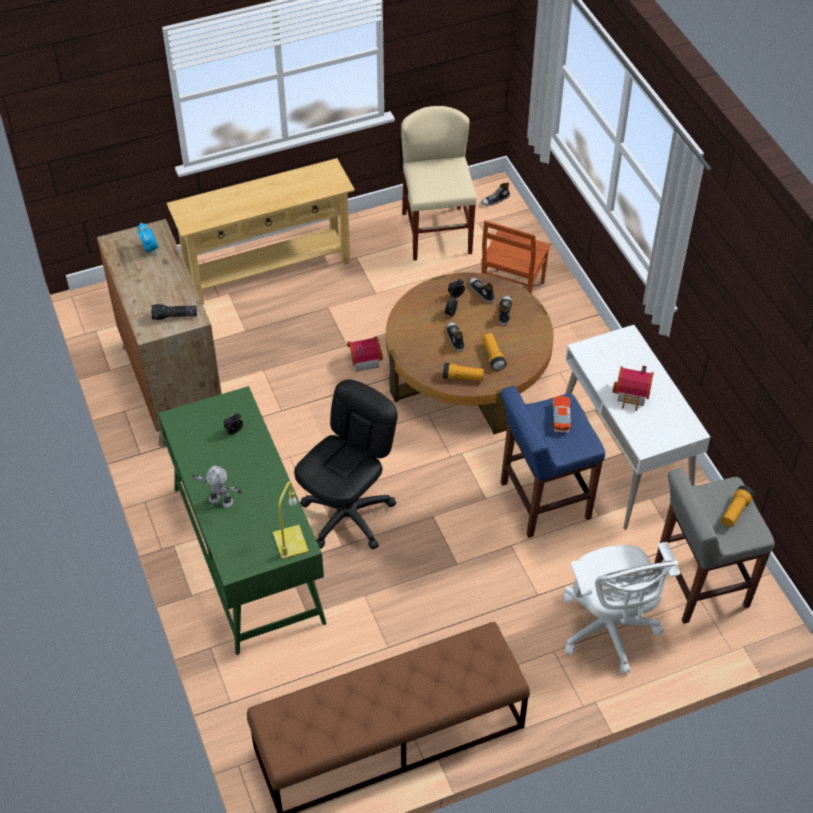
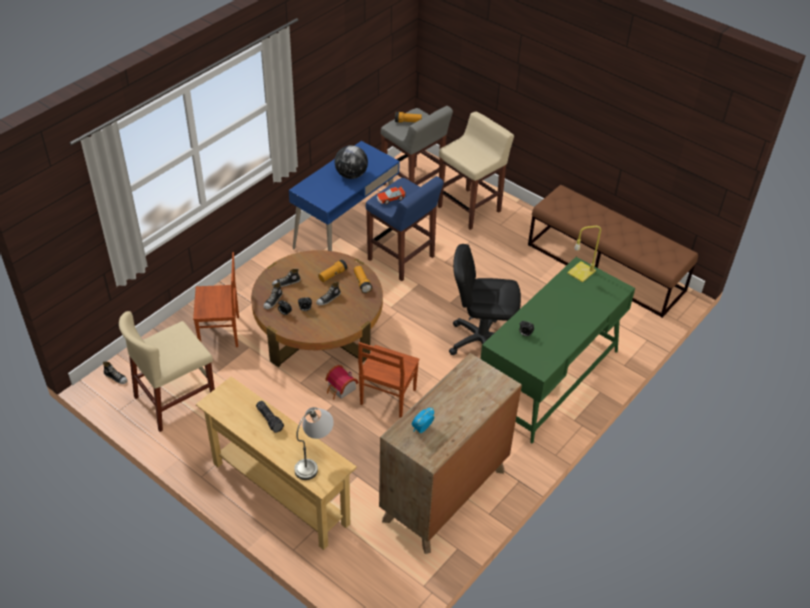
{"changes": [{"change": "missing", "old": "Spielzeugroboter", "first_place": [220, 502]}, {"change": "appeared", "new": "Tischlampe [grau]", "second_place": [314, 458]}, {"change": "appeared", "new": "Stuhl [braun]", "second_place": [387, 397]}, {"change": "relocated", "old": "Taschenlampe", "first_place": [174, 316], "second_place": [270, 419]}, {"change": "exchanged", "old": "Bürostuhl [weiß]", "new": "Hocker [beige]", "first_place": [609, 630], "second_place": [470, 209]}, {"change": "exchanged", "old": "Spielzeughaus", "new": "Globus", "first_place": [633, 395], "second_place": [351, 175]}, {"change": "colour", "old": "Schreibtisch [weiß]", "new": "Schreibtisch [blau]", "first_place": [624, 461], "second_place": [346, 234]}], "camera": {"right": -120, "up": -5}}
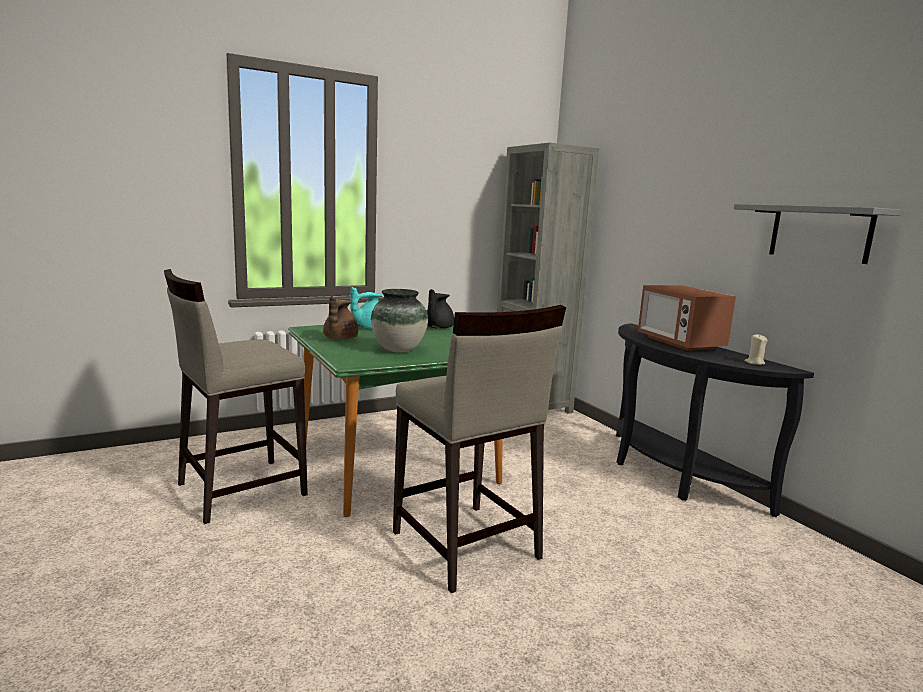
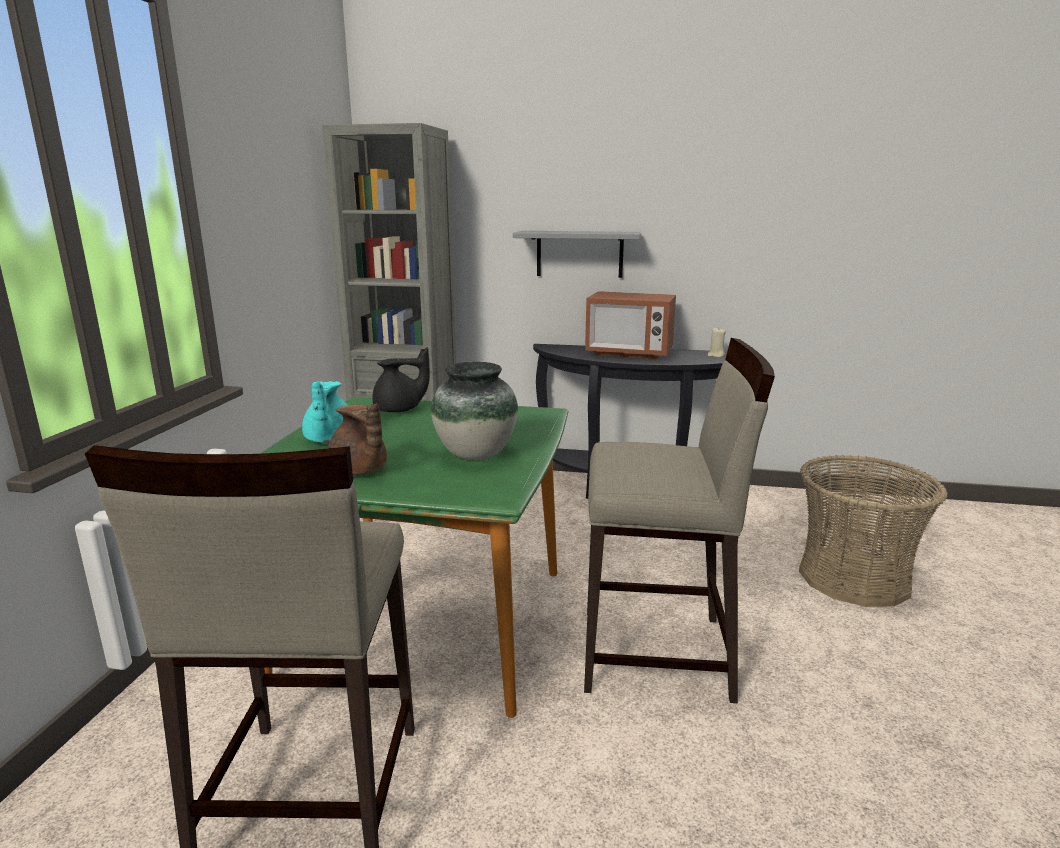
{"changes": [{"change": "appeared", "new": "Korb", "second_place": [854, 577]}, {"change": "relocated", "old": "Wandregal [grau]", "first_place": [820, 233], "second_place": [579, 254]}, {"change": "spun", "old": "Teekanne [schwarz]", "first_place": [437, 328], "second_place": [399, 409], "degrees": -75}], "camera": {"right": -50, "up": 5}}
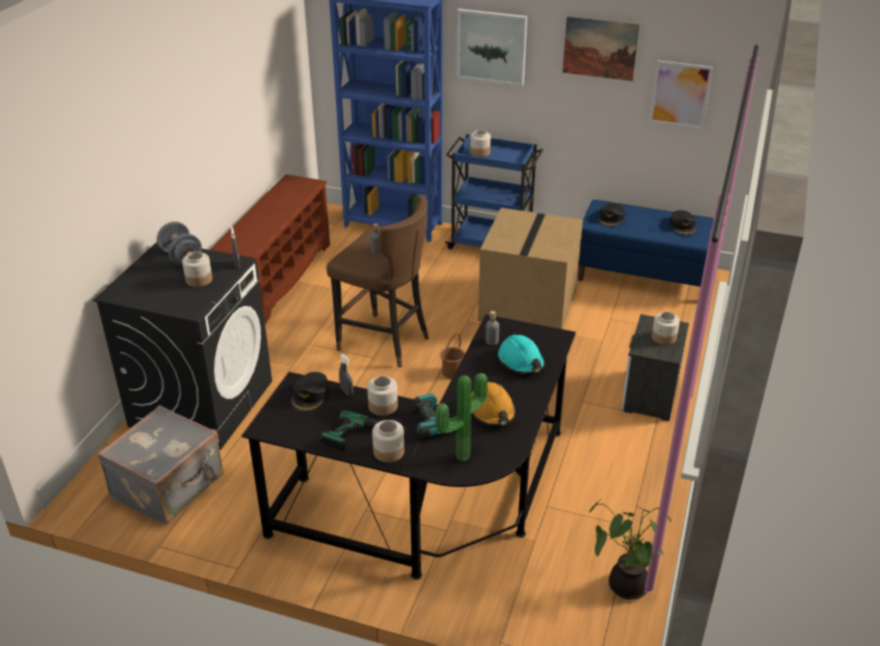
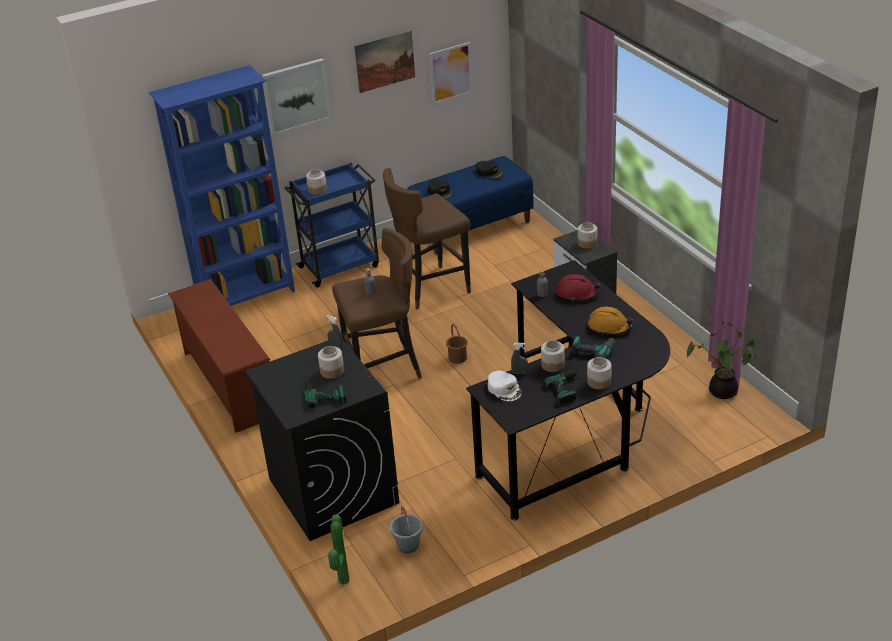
{"changes": [{"change": "missing", "old": "Hantel [grau]", "first_place": [181, 257]}, {"change": "appeared", "new": "Bohrmaschine", "second_place": [324, 392]}, {"change": "relocated", "old": "Topfpflanze", "first_place": [460, 455], "second_place": [341, 580]}, {"change": "exchanged", "old": "Koffer [grau]", "new": "Eimer [grau]", "first_place": [170, 487], "second_place": [408, 545]}, {"change": "exchanged", "old": "Karton", "new": "Hocker [braun]", "first_place": [527, 303], "second_place": [430, 288]}, {"change": "colour", "old": "Kappe [schwarz]", "new": "Kappe [weiß]", "first_place": [310, 395], "second_place": [504, 389]}, {"change": "colour", "old": "Schutzhelm [türkis]", "new": "Schutzhelm [rot]", "first_place": [521, 362], "second_place": [577, 293]}], "camera": {"right": -45, "up": 0}}
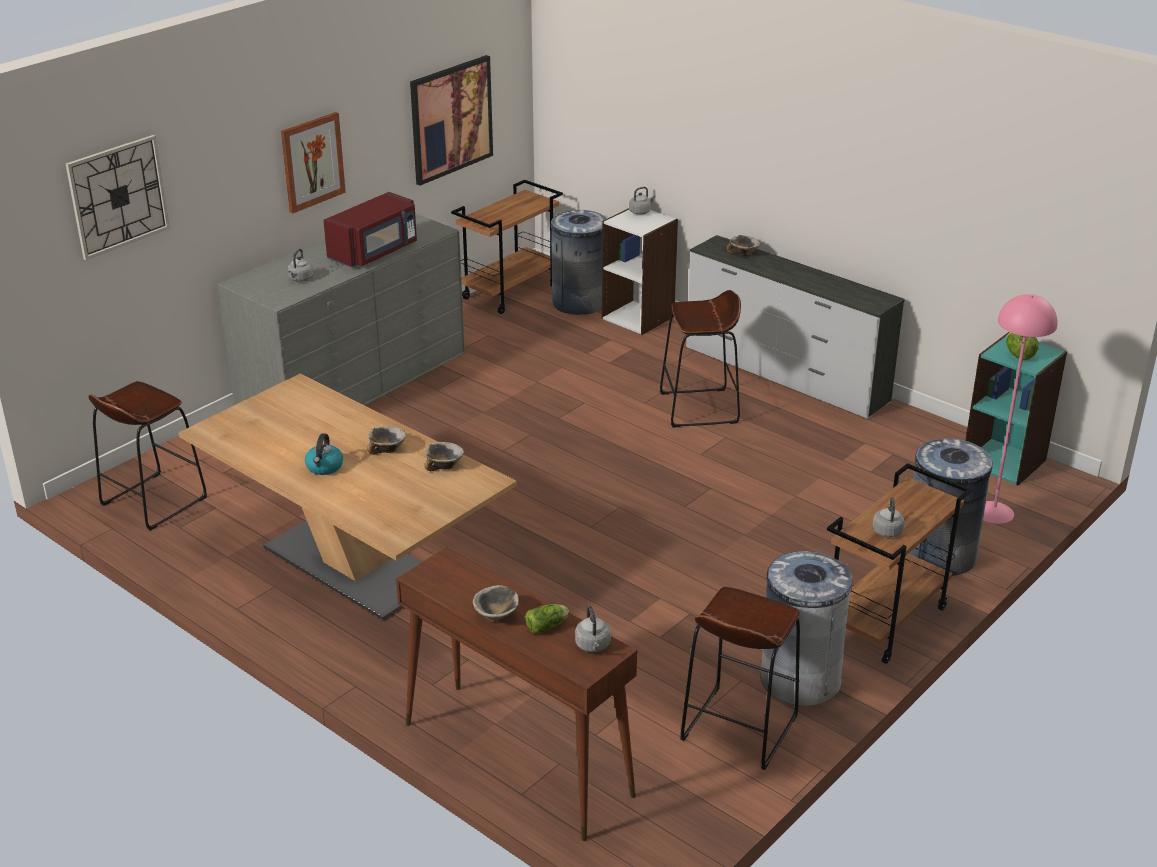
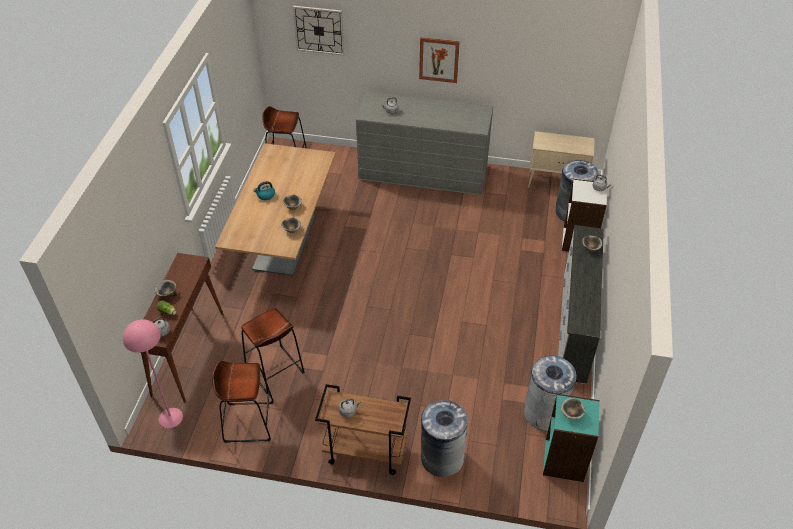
{"changes": [{"change": "missing", "old": "Mikrowelle [rot]", "first_place": [375, 252]}, {"change": "missing", "old": "Bild", "first_place": [451, 119]}, {"change": "relocated", "old": "Hocker [braun]", "first_place": [699, 408], "second_place": [274, 370]}, {"change": "relocated", "old": "Mülleimer [grau]", "first_place": [800, 679], "second_place": [544, 413]}, {"change": "relocated", "old": "Stehlampe [rosa]", "first_place": [994, 512], "second_place": [170, 418]}, {"change": "exchanged", "old": "Rollwagen [braun]", "new": "Schrank [beige]", "first_place": [510, 292], "second_place": [557, 183]}, {"change": "exchanged", "old": "Salatkopf", "new": "Schüssel", "first_place": [1019, 355], "second_place": [571, 413]}], "camera": {"right": 60, "up": 15}}
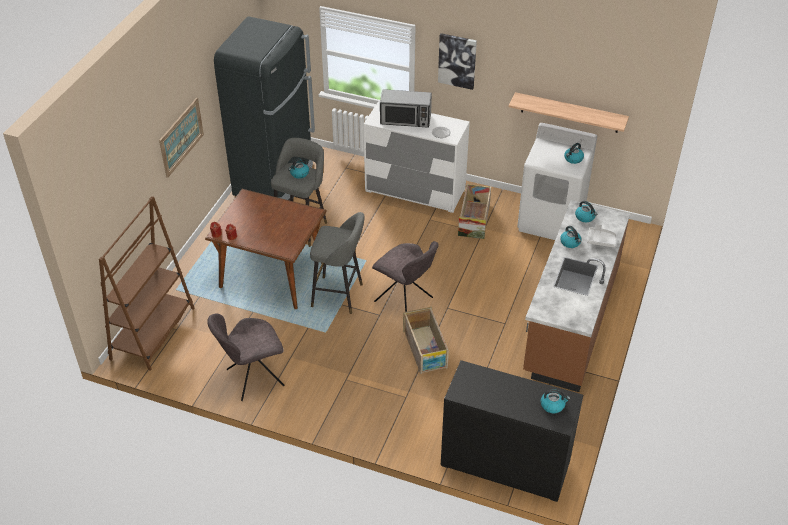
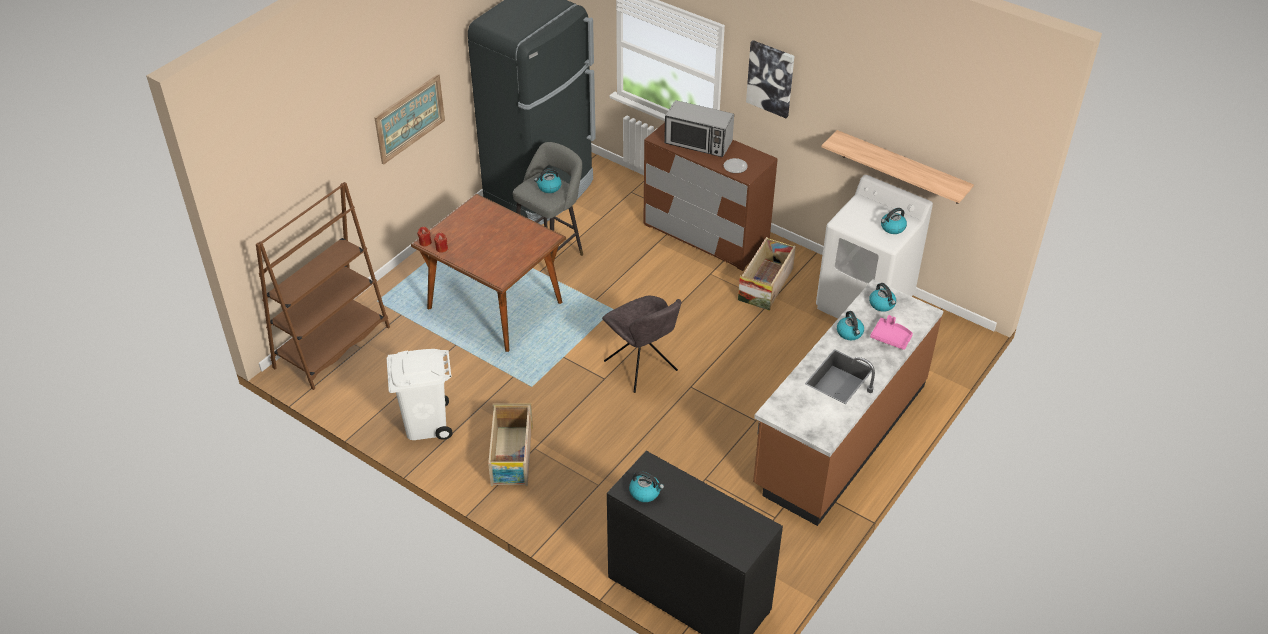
{"changes": [{"change": "missing", "old": "Hocker [grau]", "first_place": [340, 296]}, {"change": "relocated", "old": "Kiste", "first_place": [425, 350], "second_place": [511, 457]}, {"change": "relocated", "old": "Wasserkessel", "first_place": [553, 405], "second_place": [645, 492]}, {"change": "exchanged", "old": "Stuhl [grau]", "new": "Mülleimer [weiß]", "first_place": [252, 378], "second_place": [426, 423]}, {"change": "colour", "old": "Kommode [weiß]", "new": "Kommode [braun]", "first_place": [415, 190], "second_place": [705, 235]}, {"change": "colour", "old": "Tablett [grau]", "new": "Tablett [rosa]", "first_place": [601, 240], "second_place": [891, 337]}], "camera": {"right": 15, "up": 0}}
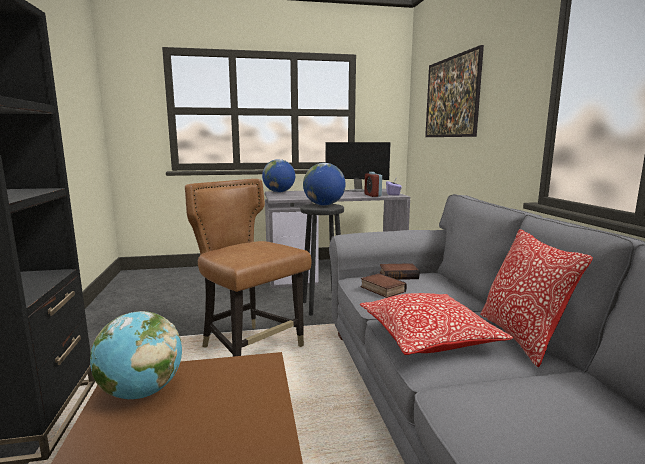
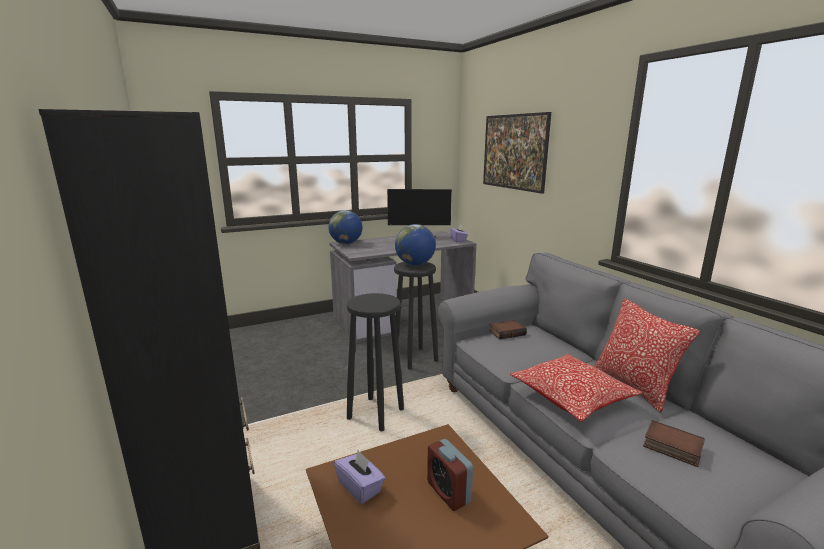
{"changes": [{"change": "relocated", "old": "Buch", "first_place": [381, 289], "second_place": [671, 447]}, {"change": "relocated", "old": "Wecker", "first_place": [372, 195], "second_place": [448, 492]}, {"change": "exchanged", "old": "Globus", "new": "Taschentuchbox [lila]", "first_place": [141, 392], "second_place": [360, 487]}, {"change": "exchanged", "old": "Stuhl [braun]", "new": "Hocker [schwarz]", "first_place": [250, 348], "second_place": [376, 413]}], "camera": {"right": -15, "up": 5}}
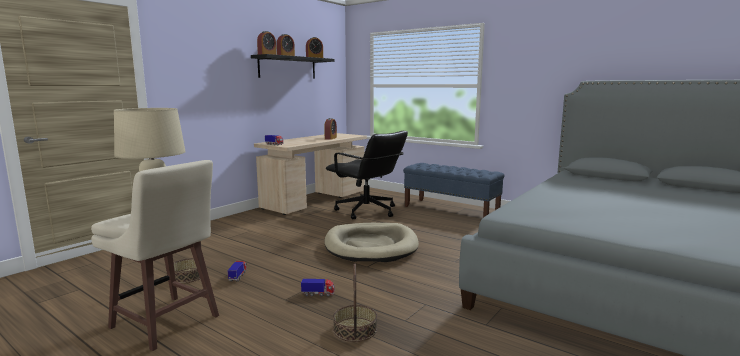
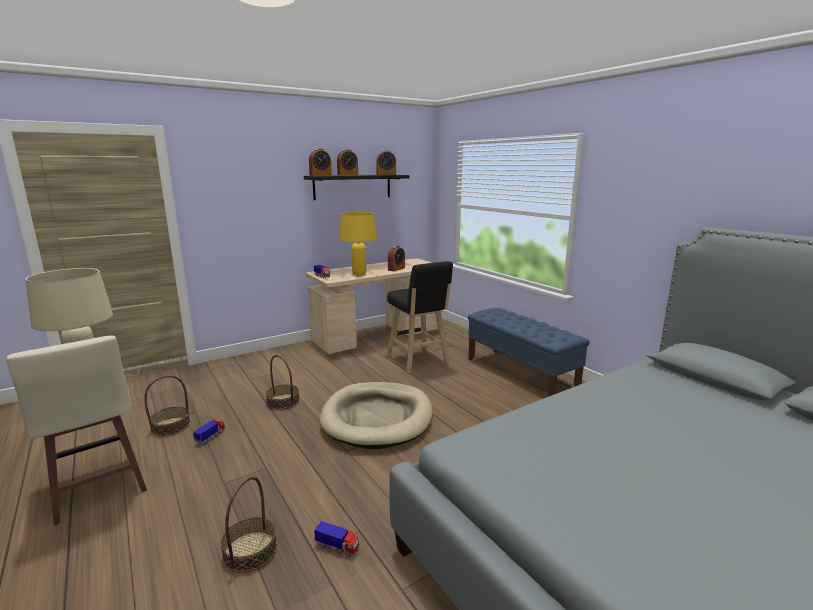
{"changes": [{"change": "appeared", "new": "Korb", "second_place": [283, 401]}, {"change": "appeared", "new": "Tischlampe [gelb]", "second_place": [359, 274]}, {"change": "relocated", "old": "Spielzeuglaster", "first_place": [318, 294], "second_place": [337, 547]}, {"change": "exchanged", "old": "Bürostuhl [schwarz]", "new": "Hocker [schwarz]", "first_place": [367, 211], "second_place": [418, 361]}], "camera": {"right": 20, "up": 5}}
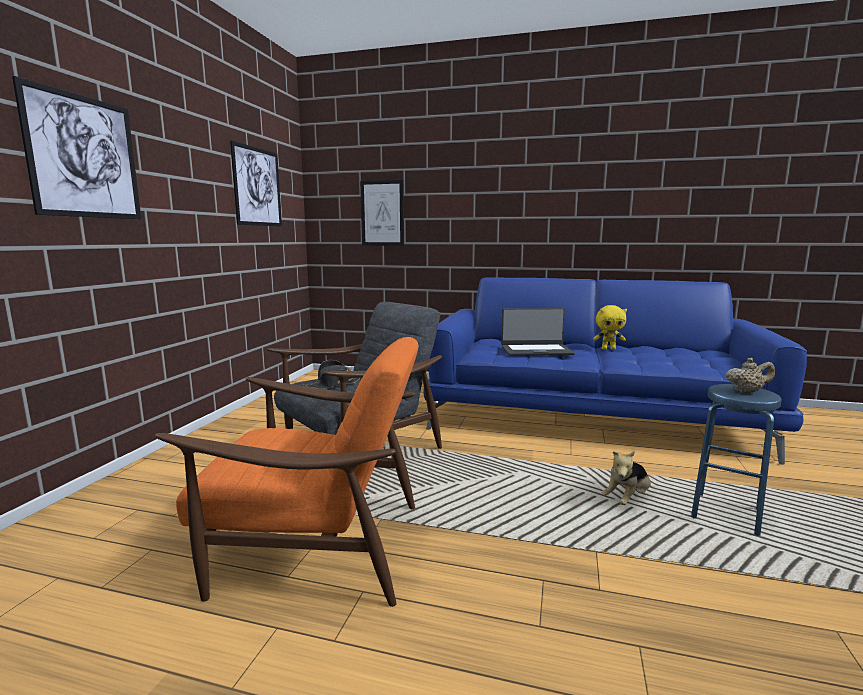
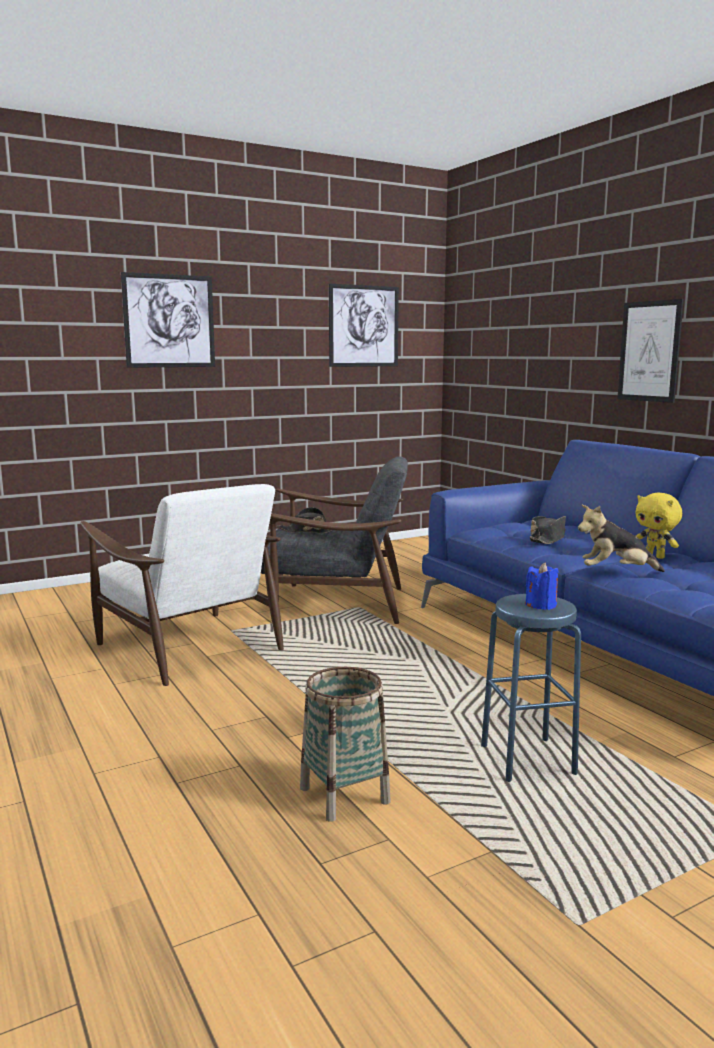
{"changes": [{"change": "appeared", "new": "Korb", "second_place": [344, 795]}, {"change": "relocated", "old": "Bild", "first_place": [382, 213], "second_place": [649, 351]}, {"change": "relocated", "old": "Plüschtier", "first_place": [627, 499], "second_place": [616, 572]}, {"change": "exchanged", "old": "Laptop", "new": "Hut [schwarz]", "first_place": [536, 350], "second_place": [548, 539]}, {"change": "exchanged", "old": "Teekanne [beige]", "new": "Kerze [blau]", "first_place": [747, 391], "second_place": [541, 605]}, {"change": "colour", "old": "Sessel [orange]", "new": "Sessel [weiß]", "first_place": [315, 545], "second_place": [187, 645]}], "camera": {"right": 45, "up": 0}}
